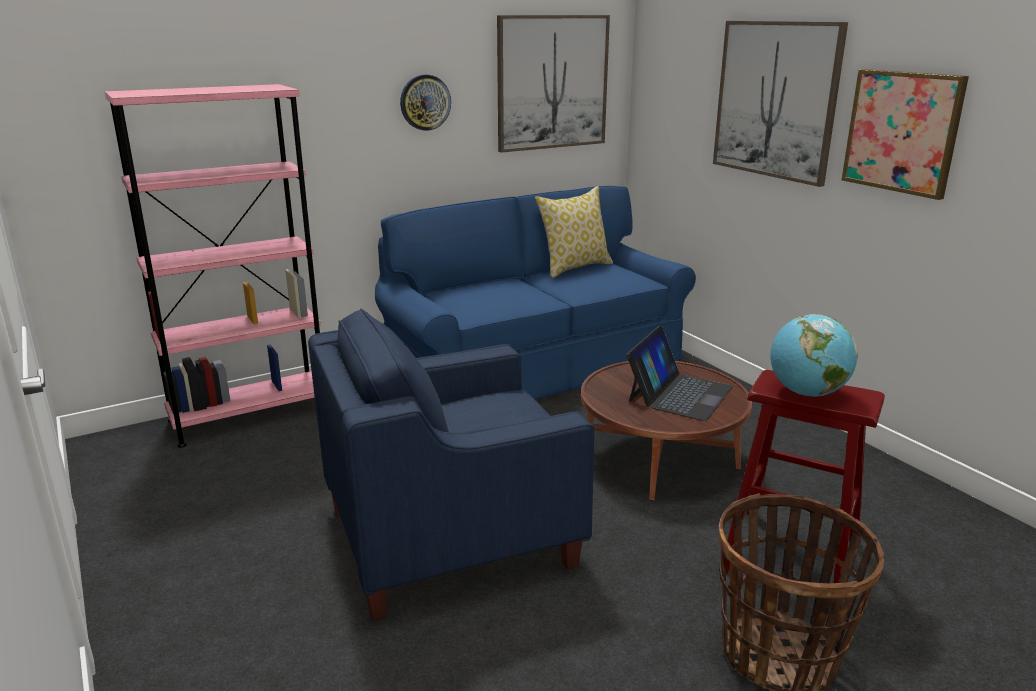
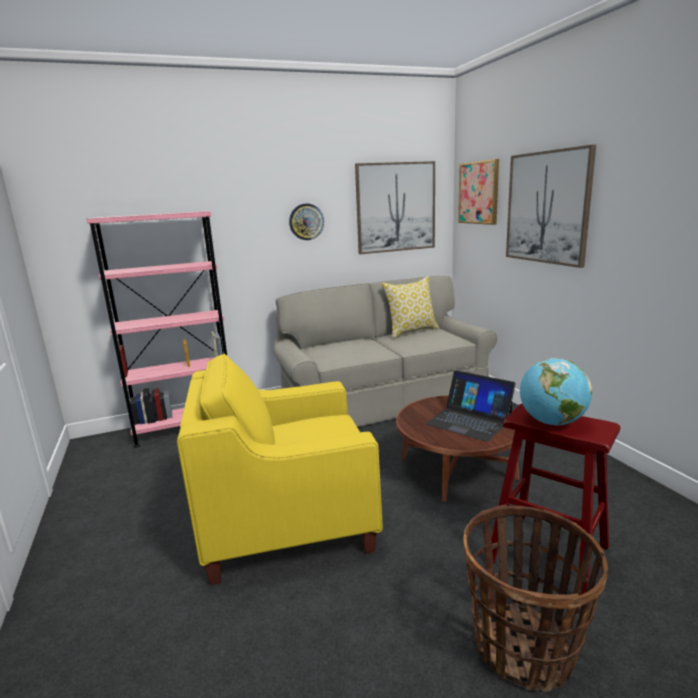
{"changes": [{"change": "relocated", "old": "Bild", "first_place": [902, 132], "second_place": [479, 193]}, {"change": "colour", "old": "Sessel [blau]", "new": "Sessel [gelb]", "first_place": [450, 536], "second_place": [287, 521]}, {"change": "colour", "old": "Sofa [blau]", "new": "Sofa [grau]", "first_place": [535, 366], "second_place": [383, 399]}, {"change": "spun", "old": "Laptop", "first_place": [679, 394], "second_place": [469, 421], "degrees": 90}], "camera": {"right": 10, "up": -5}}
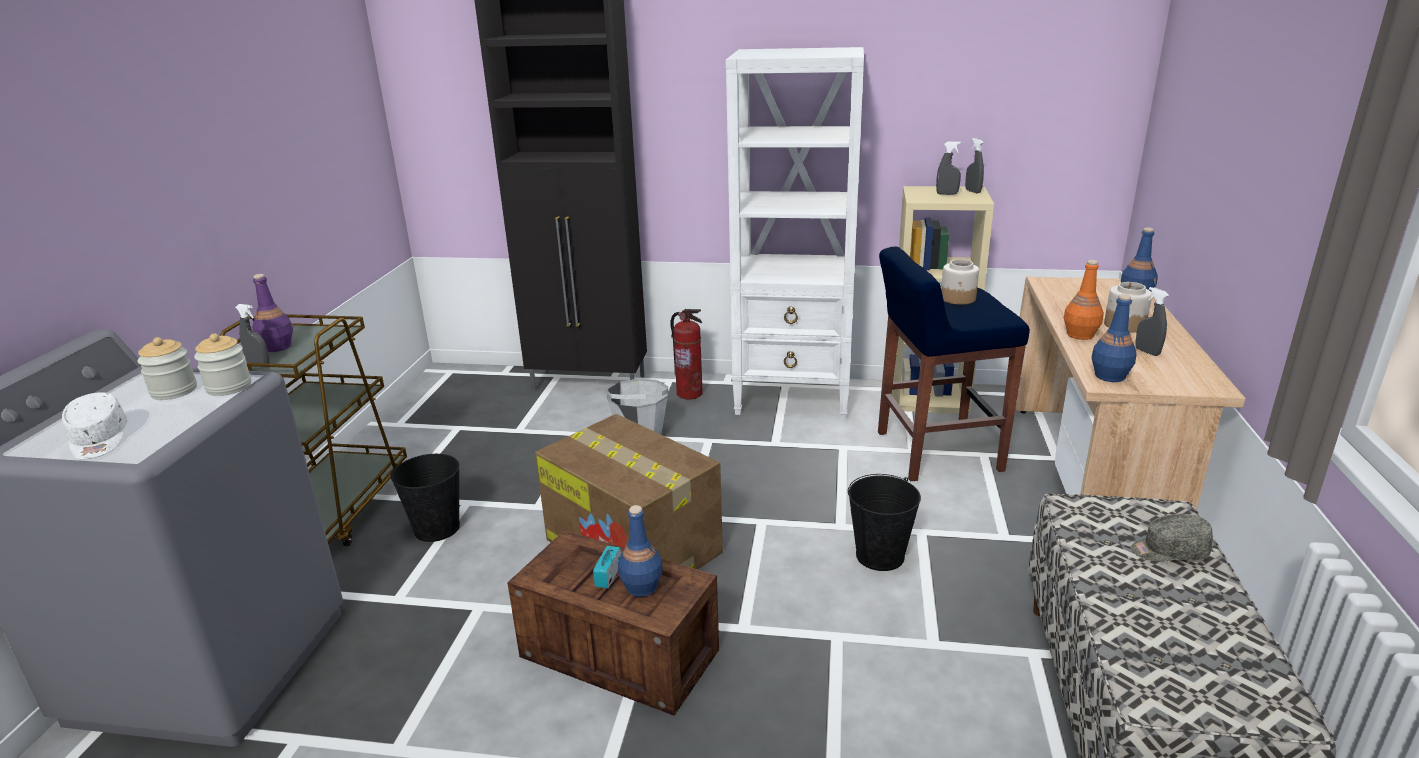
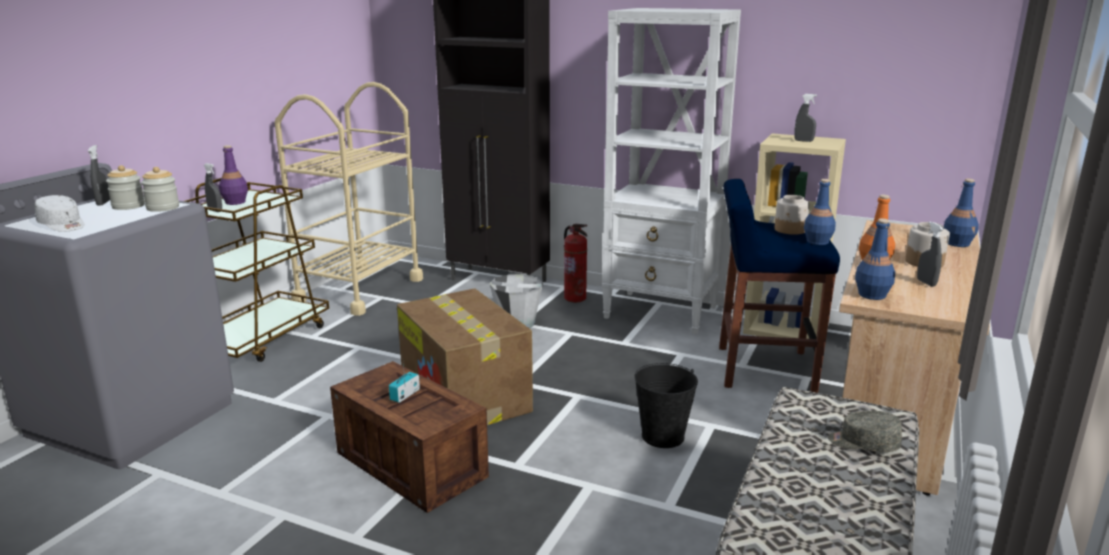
{"changes": [{"change": "missing", "old": "Eimer [schwarz]", "first_place": [437, 528]}, {"change": "appeared", "new": "Rollwagen [beige]", "second_place": [359, 290]}, {"change": "relocated", "old": "Flasche [blau]", "first_place": [641, 587], "second_place": [817, 242]}, {"change": "relocated", "old": "Sprühflasche [grau]", "first_place": [973, 191], "second_place": [103, 203]}, {"change": "spun", "old": "Kappe [weiß]", "first_place": [99, 440], "second_place": [62, 225], "degrees": -45}], "camera": {"right": 15, "up": -5}}
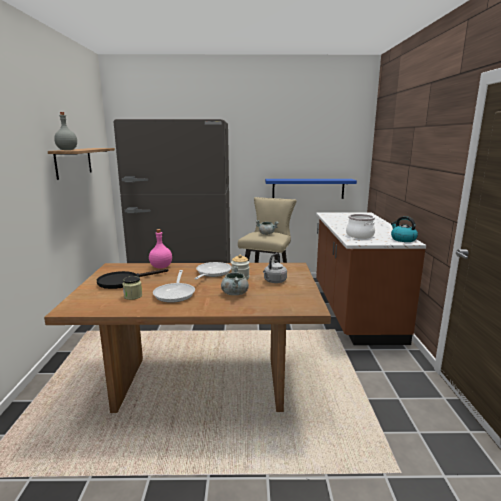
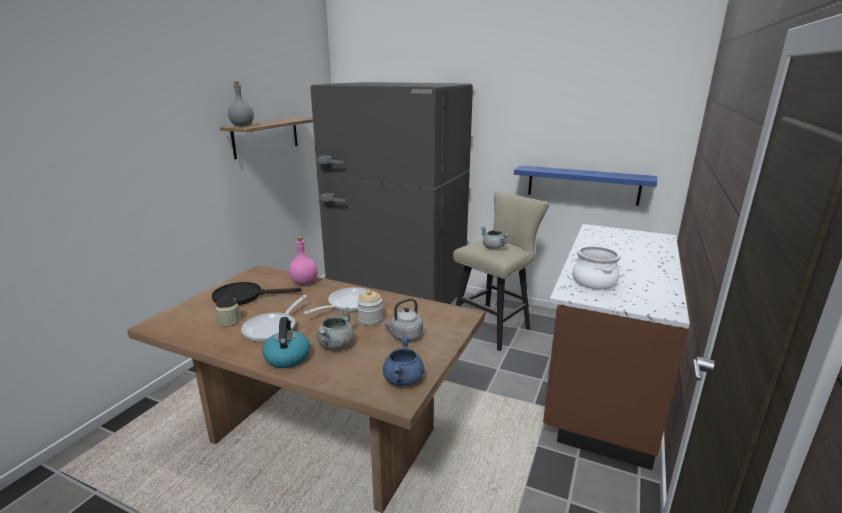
{"changes": [{"change": "appeared", "new": "Kochtopf [blau]", "second_place": [403, 380]}, {"change": "relocated", "old": "Wasserkessel", "first_place": [403, 239], "second_place": [287, 357]}], "camera": {"right": 25, "up": 5}}
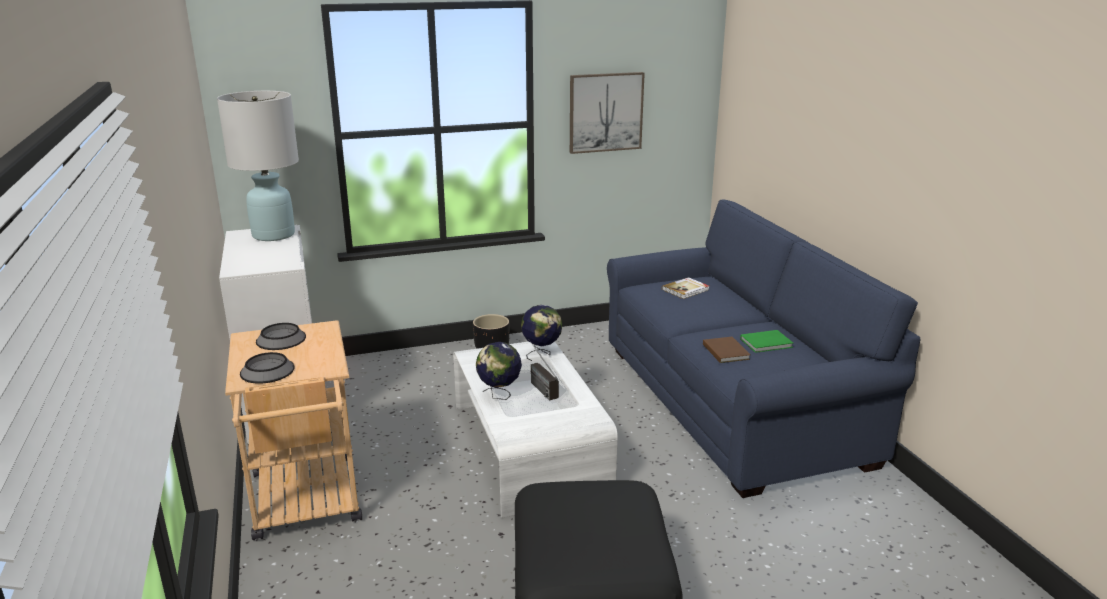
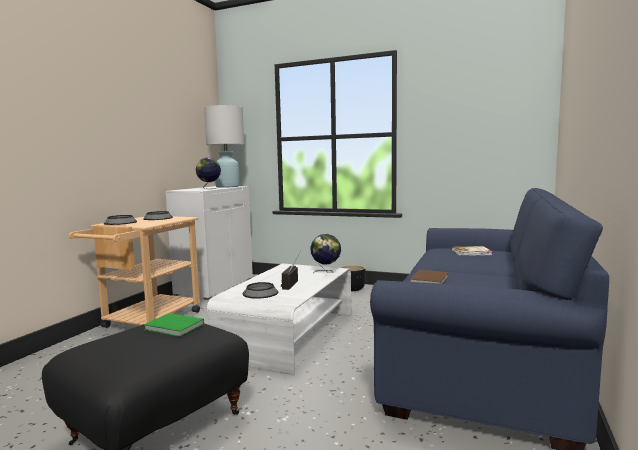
{"changes": [{"change": "missing", "old": "Bild", "first_place": [605, 112]}, {"change": "appeared", "new": "Schüssel", "second_place": [260, 293]}, {"change": "relocated", "old": "Globus", "first_place": [499, 395], "second_place": [209, 189]}, {"change": "relocated", "old": "Buch [grün]", "first_place": [767, 343], "second_place": [175, 327]}], "camera": {"right": 40, "up": -15}}
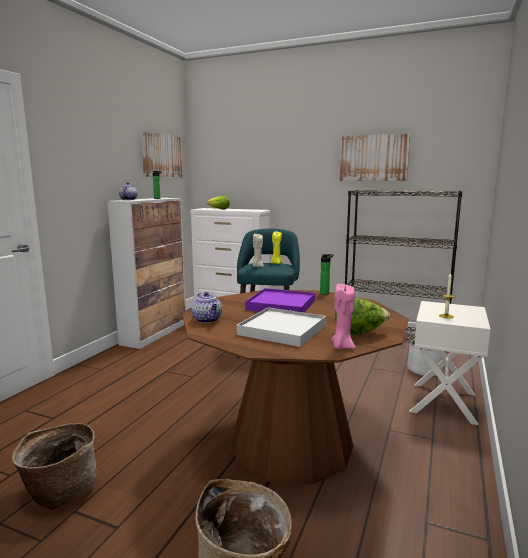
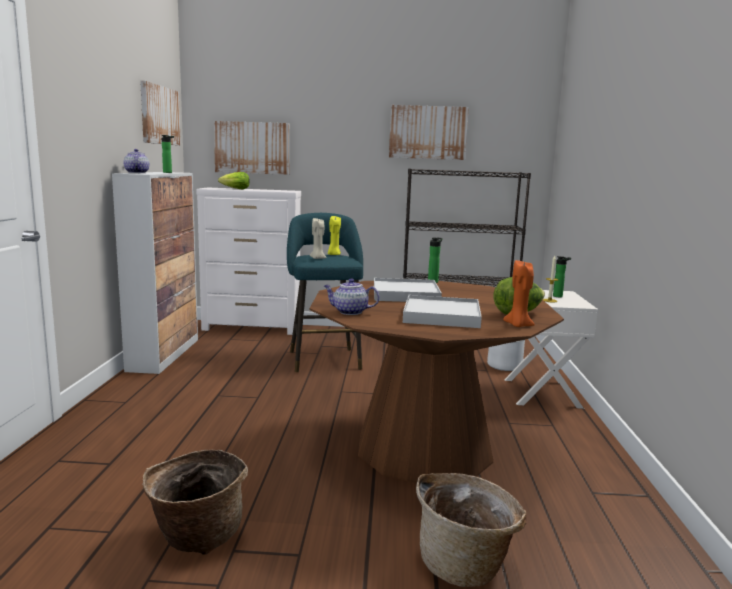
{"changes": [{"change": "appeared", "new": "Bild", "second_place": [252, 148]}, {"change": "appeared", "new": "Flasche", "second_place": [559, 296]}, {"change": "colour", "old": "Tablett [lila]", "new": "Tablett [weiß]", "first_place": [281, 305], "second_place": [405, 294]}, {"change": "colour", "old": "Kerze [rosa]", "new": "Kerze [orange]", "first_place": [342, 347], "second_place": [518, 325]}, {"change": "spun", "old": "Teekanne", "first_place": [207, 320], "second_place": [349, 312], "degrees": 150}], "camera": {"right": -20, "up": 0}}
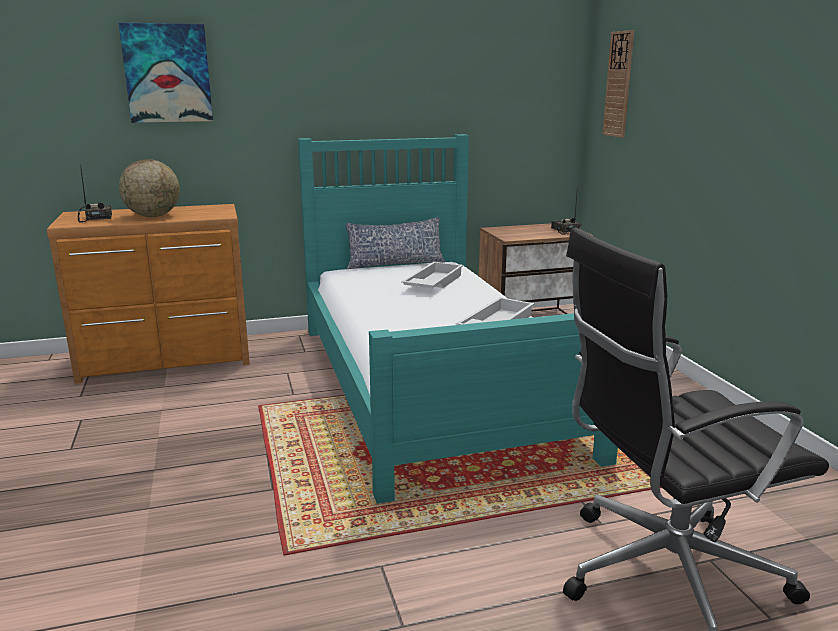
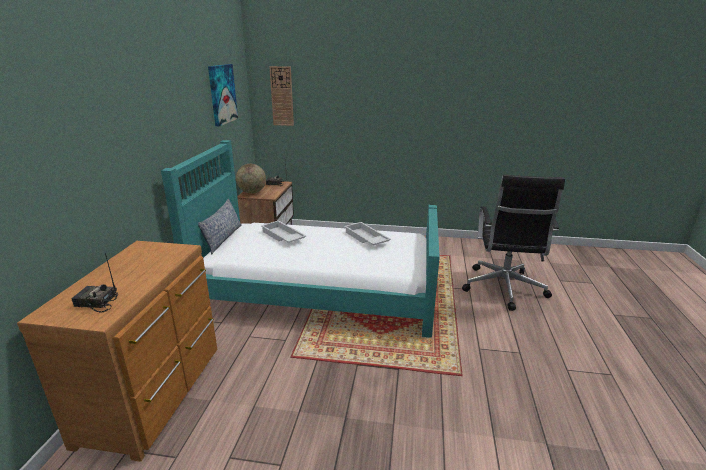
{"changes": [{"change": "relocated", "old": "Bild", "first_place": [167, 73], "second_place": [222, 94]}, {"change": "relocated", "old": "Globus", "first_place": [153, 216], "second_place": [252, 192]}], "camera": {"right": -65, "up": 5}}
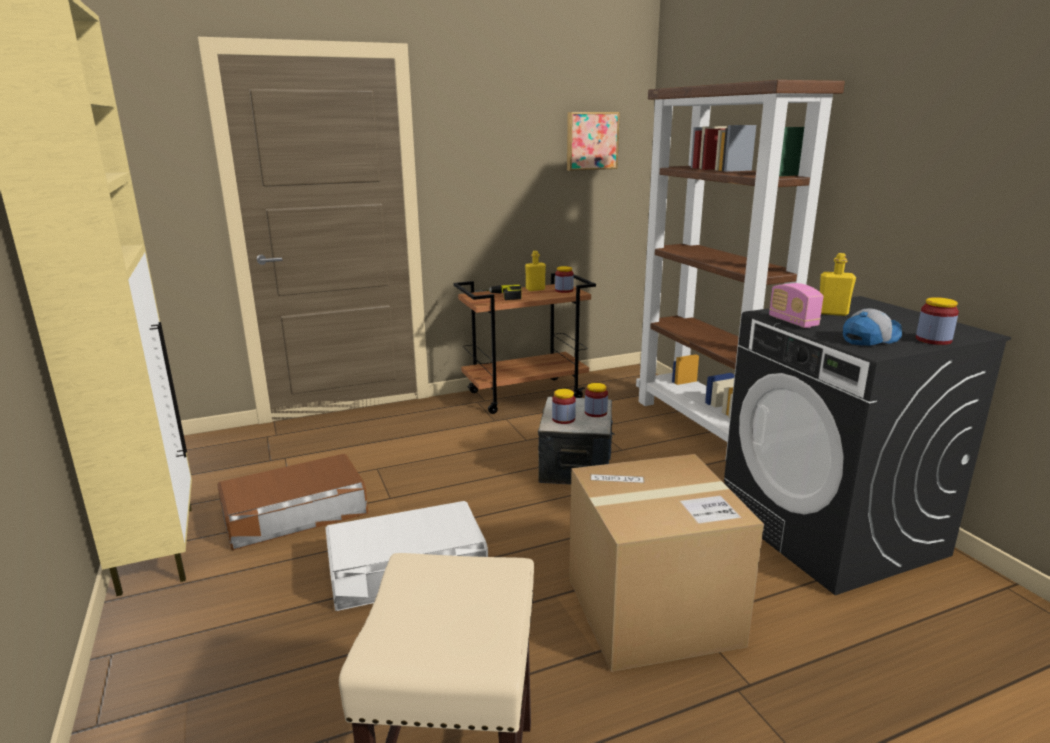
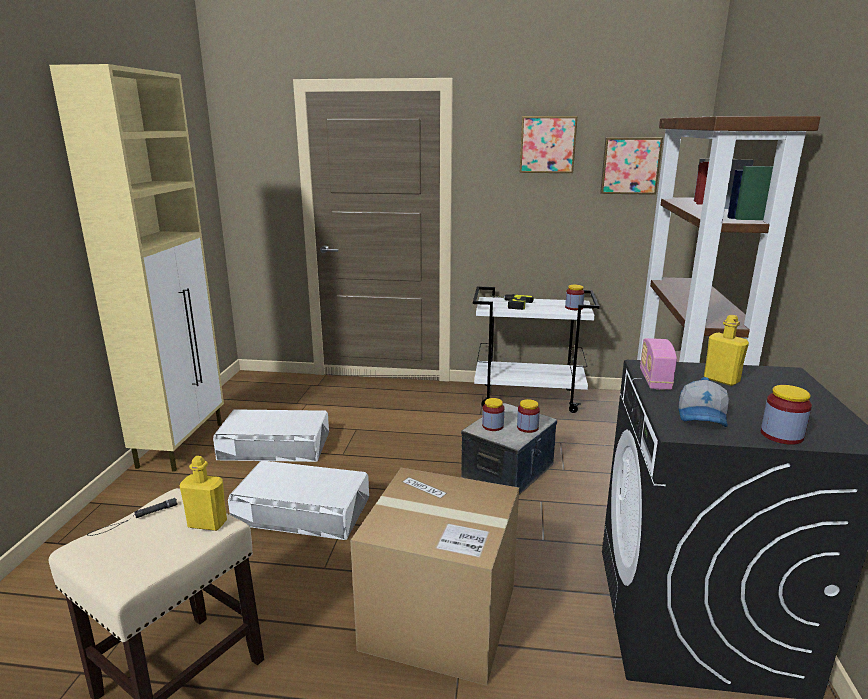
{"changes": [{"change": "appeared", "new": "Taschenlampe [schwarz]", "second_place": [133, 519]}, {"change": "appeared", "new": "Bild", "second_place": [547, 144]}, {"change": "relocated", "old": "Flasche [gelb]", "first_place": [535, 289], "second_place": [207, 524]}, {"change": "colour", "old": "Aufbewahrungsbox [braun]", "new": "Aufbewahrungsbox [weiß]", "first_place": [295, 512], "second_place": [275, 445]}, {"change": "colour", "old": "Rollwagen [braun]", "new": "Rollwagen [weiß]", "first_place": [526, 395], "second_place": [529, 398]}, {"change": "spun", "old": "Kappe", "first_place": [869, 339], "second_place": [703, 416], "degrees": 105}], "camera": {"right": 30, "up": 0}}
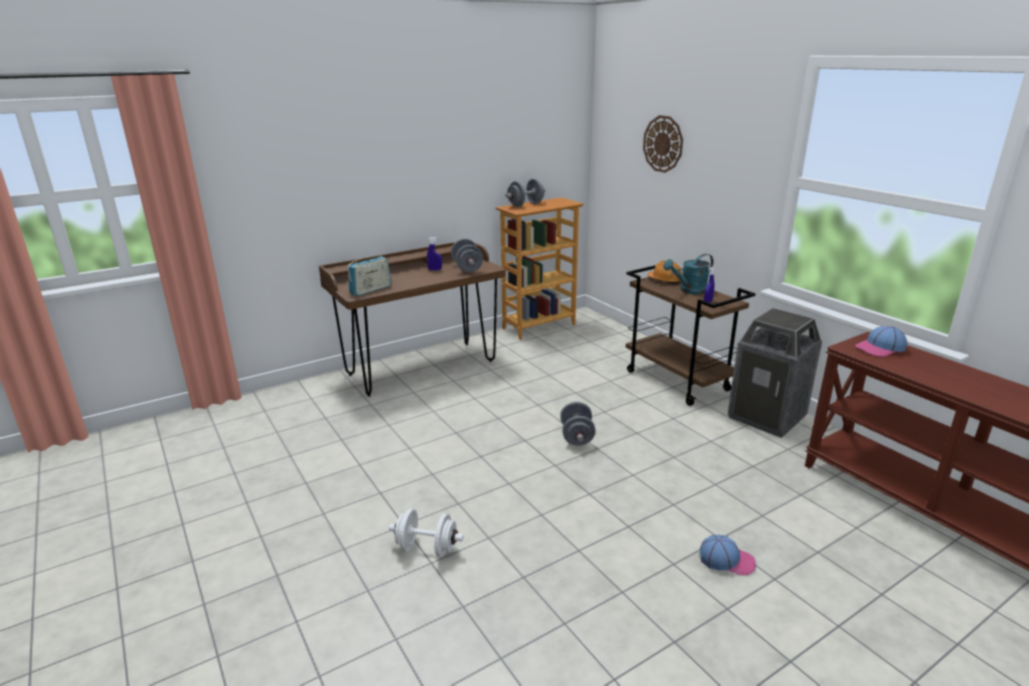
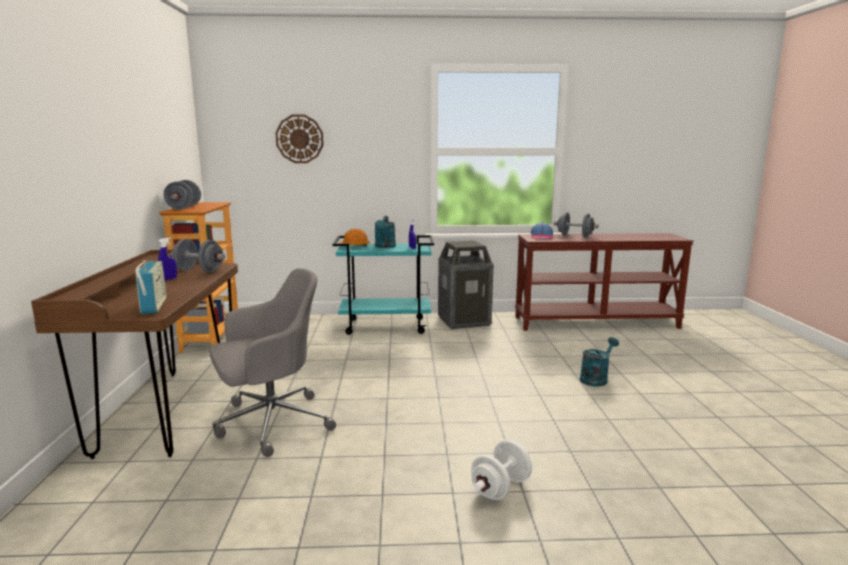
{"changes": [{"change": "appeared", "new": "Bürostuhl [grau]", "second_place": [270, 423]}, {"change": "relocated", "old": "Hantel [grau]", "first_place": [577, 437], "second_place": [575, 236]}, {"change": "exchanged", "old": "Kappe", "new": "Gießkanne [türkis]", "first_place": [726, 560], "second_place": [596, 378]}, {"change": "colour", "old": "Rollwagen [braun]", "new": "Rollwagen [türkis]", "first_place": [678, 381], "second_place": [386, 326]}], "camera": {"right": -60, "up": -10}}
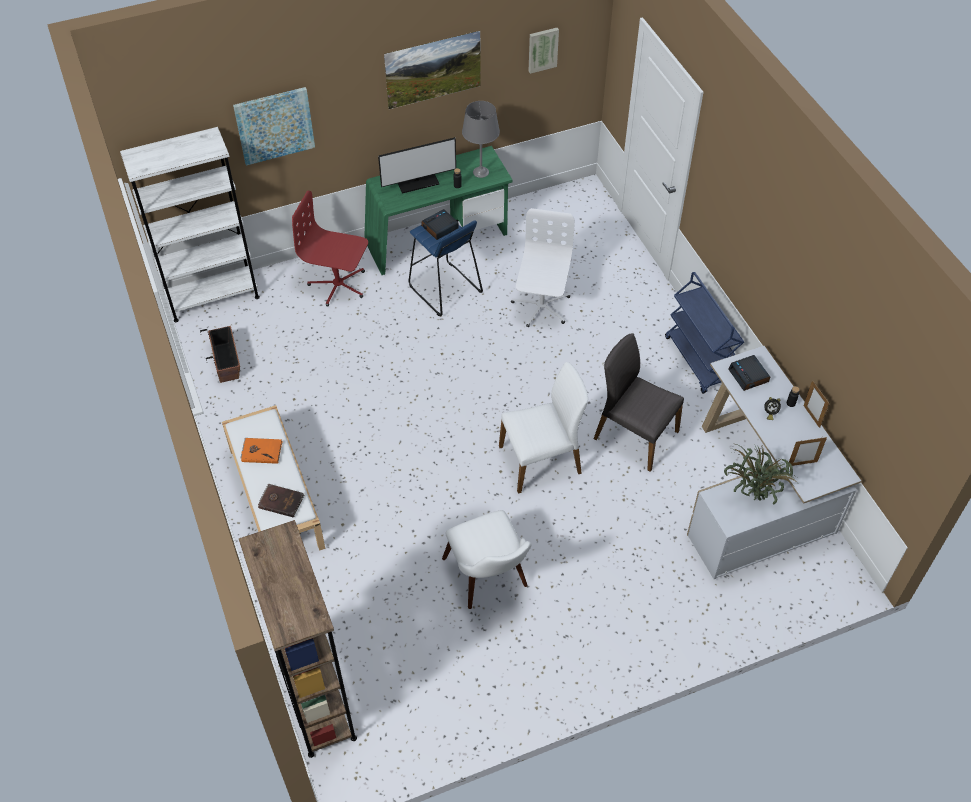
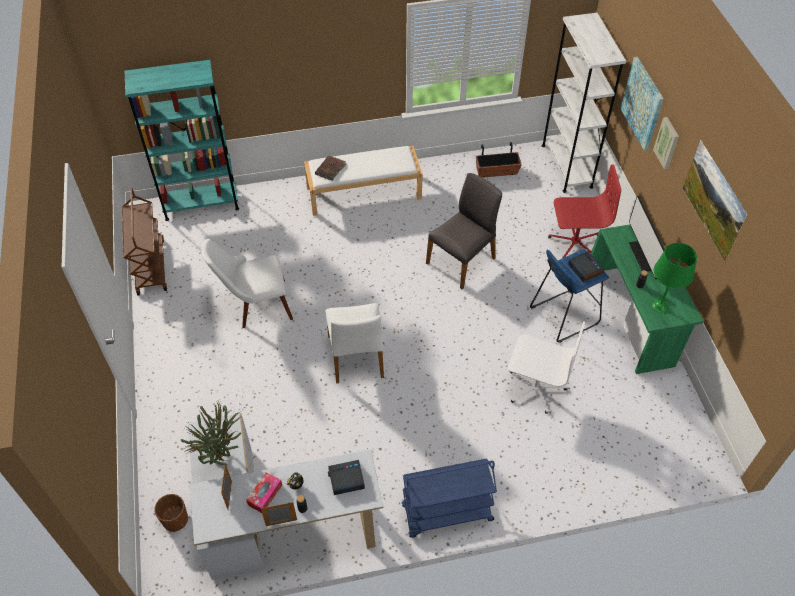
{"changes": [{"change": "missing", "old": "Buch [orange]", "first_place": [261, 451]}, {"change": "appeared", "new": "Rollwagen [braun]", "second_place": [150, 266]}, {"change": "appeared", "new": "Pflanzkübel [braun]", "second_place": [175, 520]}, {"change": "appeared", "new": "Taschentuchbox", "second_place": [265, 495]}, {"change": "relocated", "old": "Bild", "first_place": [542, 49], "second_place": [667, 143]}, {"change": "relocated", "old": "Stuhl [grau]", "first_place": [634, 435], "second_place": [462, 260]}, {"change": "colour", "old": "Bücherregal [braun]", "new": "Bücherregal [türkis]", "first_place": [316, 699], "second_place": [201, 204]}, {"change": "colour", "old": "Tischlampe [grau]", "new": "Tischlampe [grün]", "first_place": [481, 172], "second_place": [659, 306]}, {"change": "spun", "old": "Bürostuhl [rot]", "first_place": [338, 285], "second_place": [574, 242], "degrees": 60}], "camera": {"right": 100, "up": 0}}
